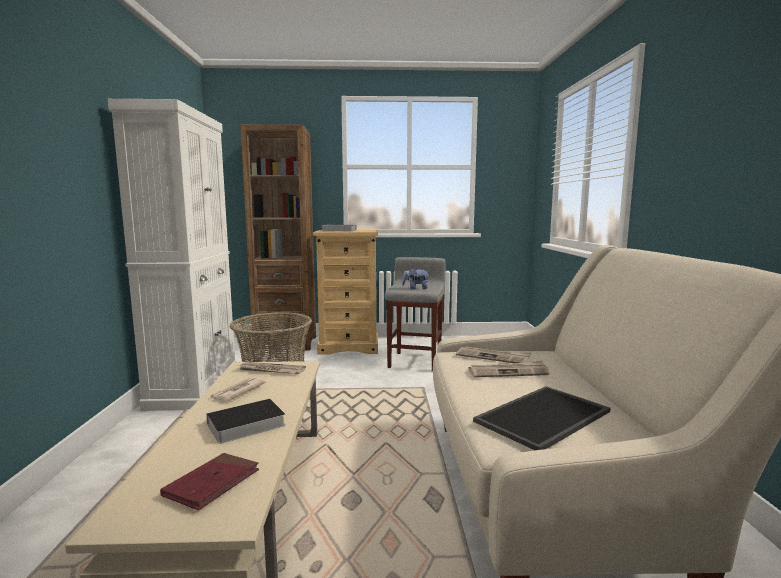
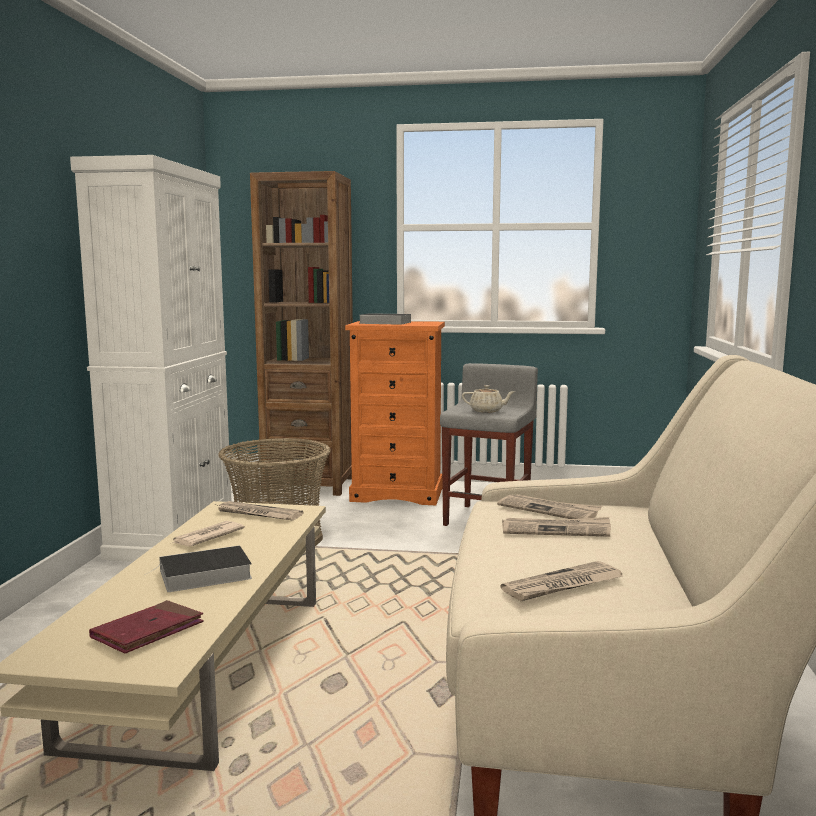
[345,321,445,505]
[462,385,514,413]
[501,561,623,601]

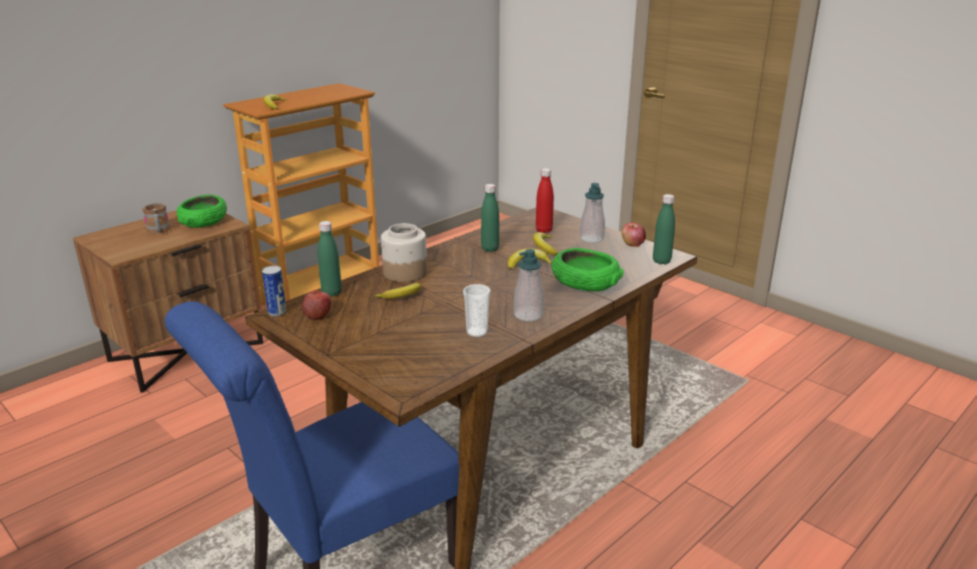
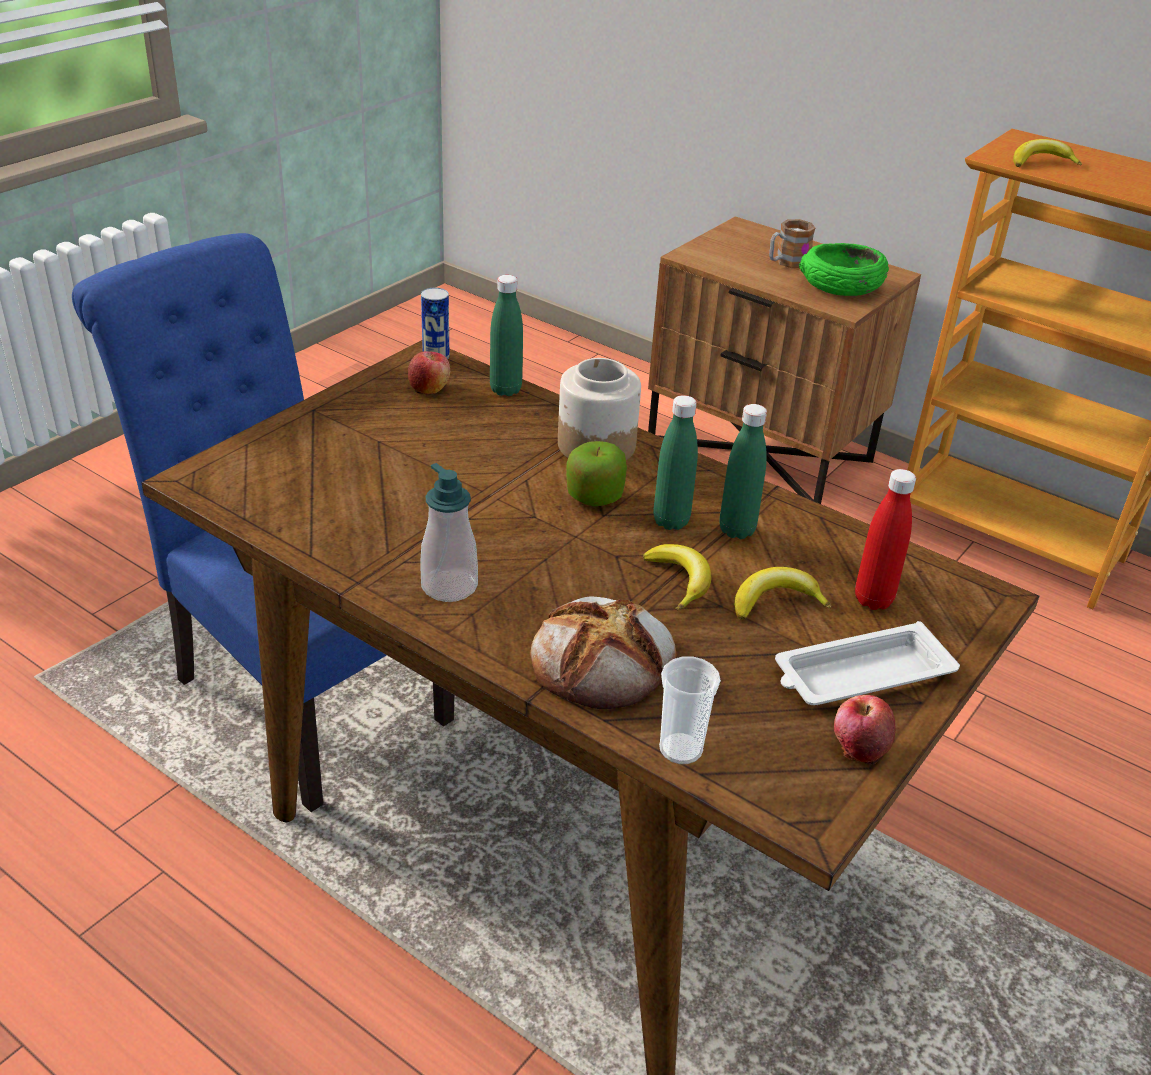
[530,596,676,709]
[566,441,627,506]
[653,395,698,530]
[659,656,721,764]
[775,621,960,705]
[374,283,421,299] (first image)

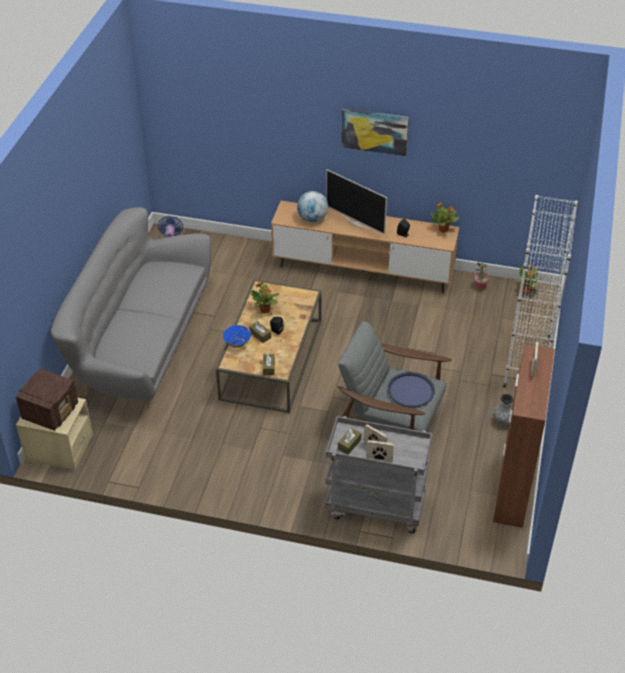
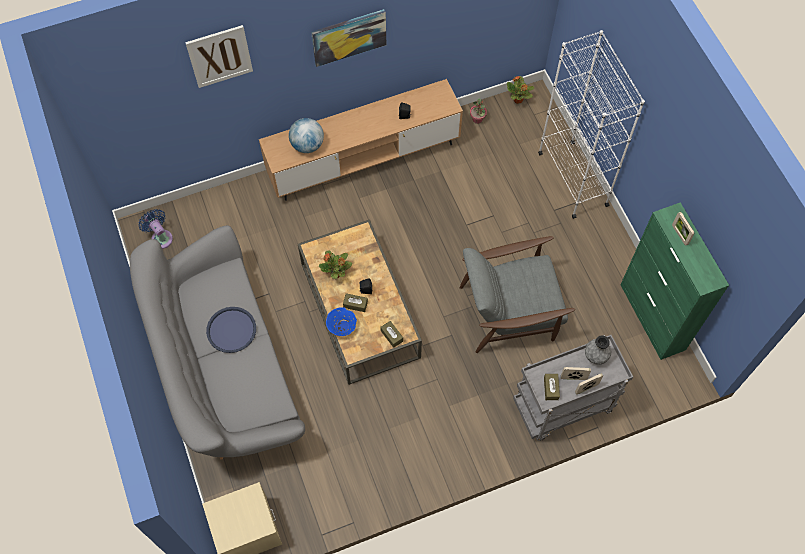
[185,25,253,88]
[206,307,256,353]
[585,335,611,365]
[621,202,729,360]
[16,369,78,431] (first image)
[326,169,387,234] (first image)
[431,203,459,233] (first image)

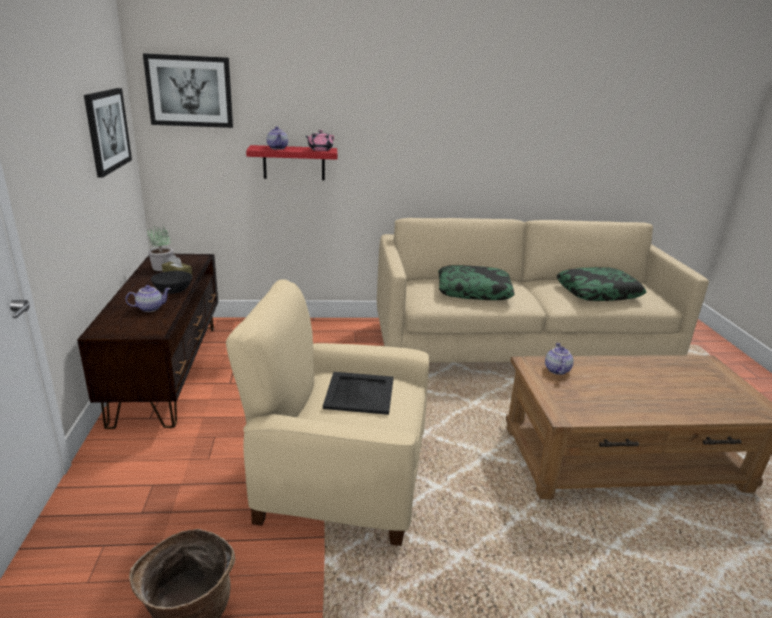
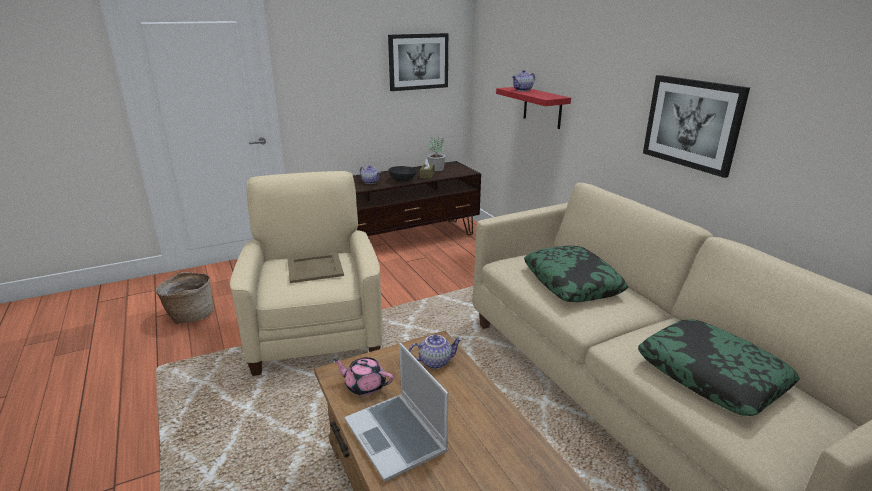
[287,252,344,283]
[333,357,393,396]
[345,343,448,482]
[643,75,750,178]

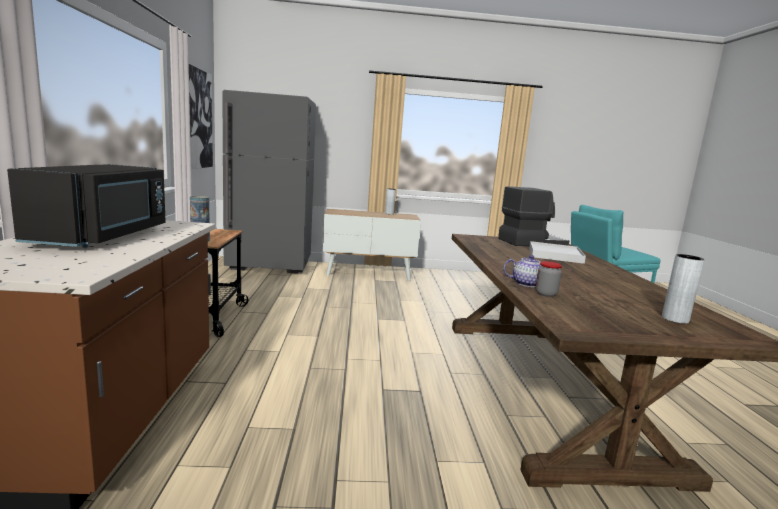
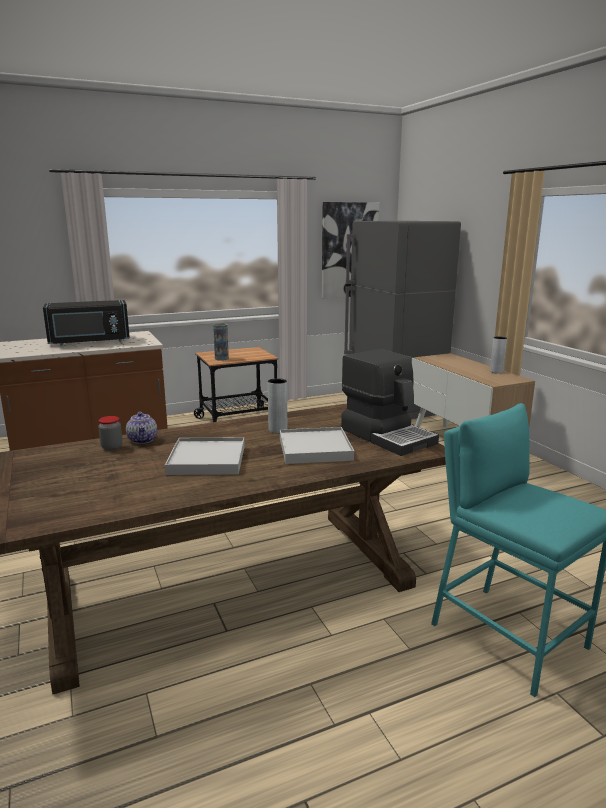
[165,438,245,475]
[268,378,287,433]

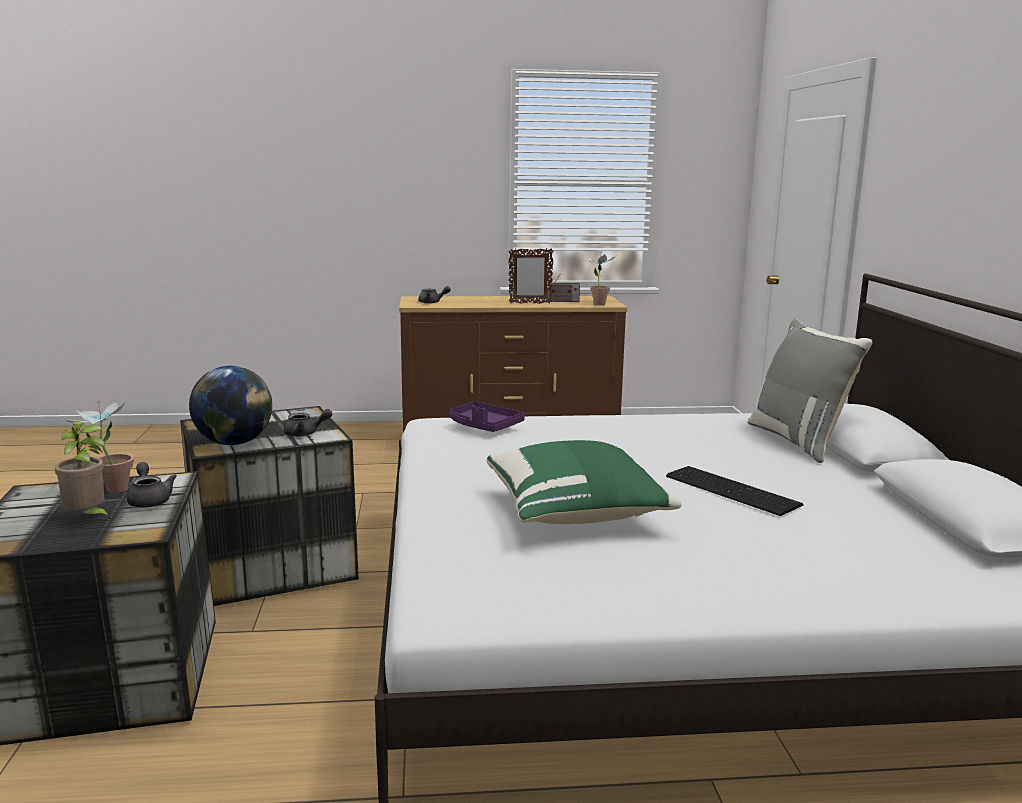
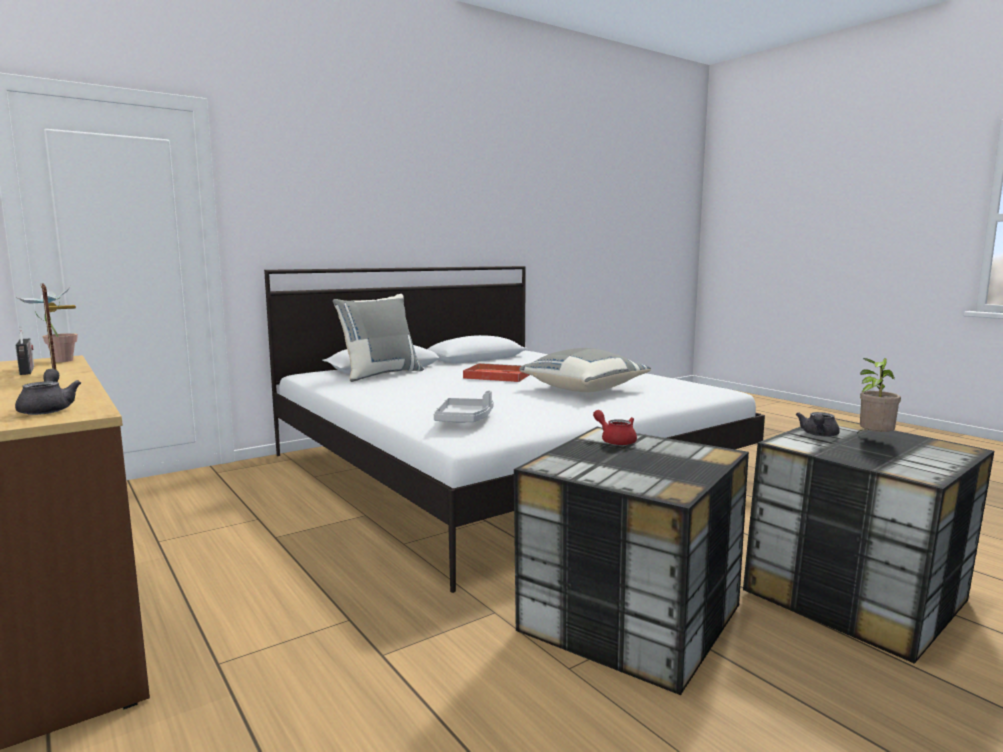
[434,391,494,423]
[463,363,529,382]
[519,348,651,392]
[593,410,637,445]
[63,398,134,493] (first image)
[189,366,272,445] (first image)

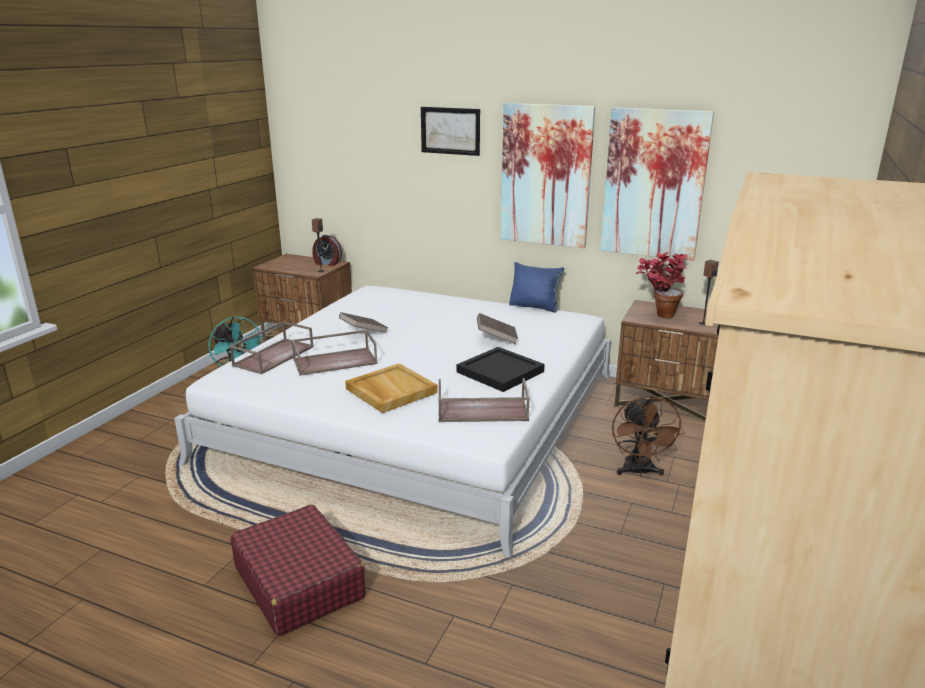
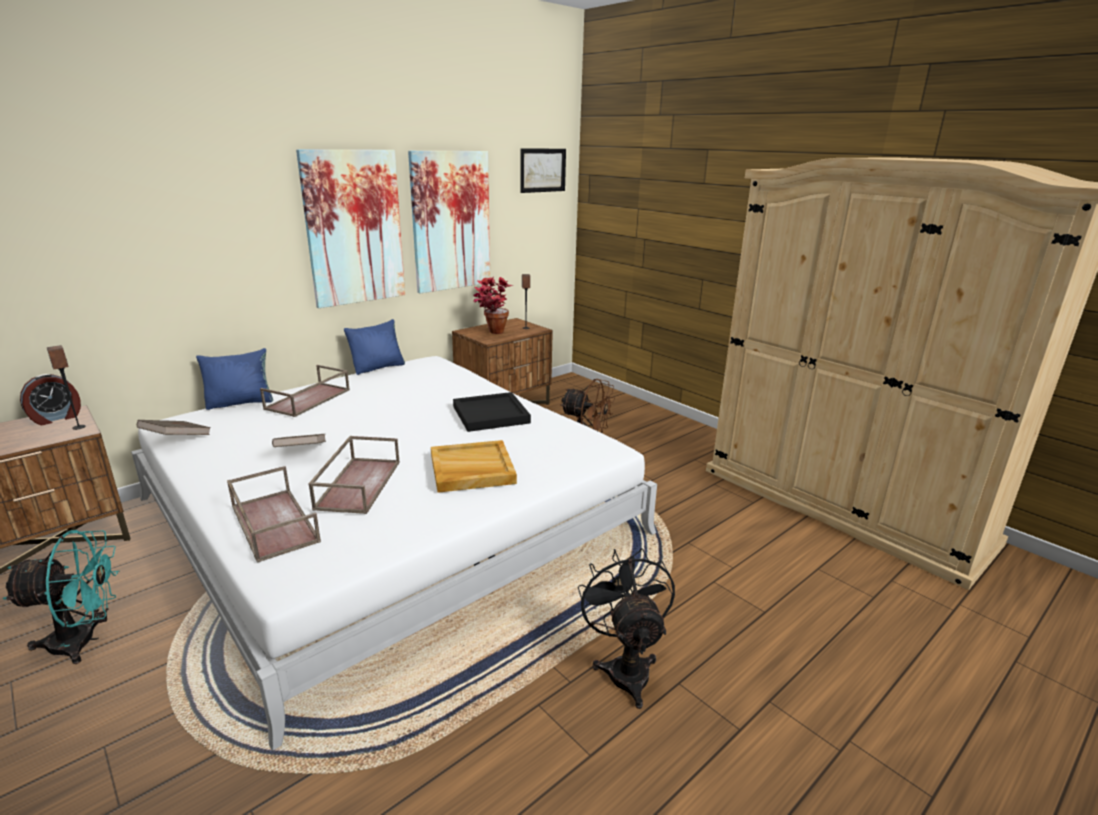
[137,420,211,435]
[196,348,273,410]
[260,365,350,417]
[520,148,566,193]
[578,548,675,709]

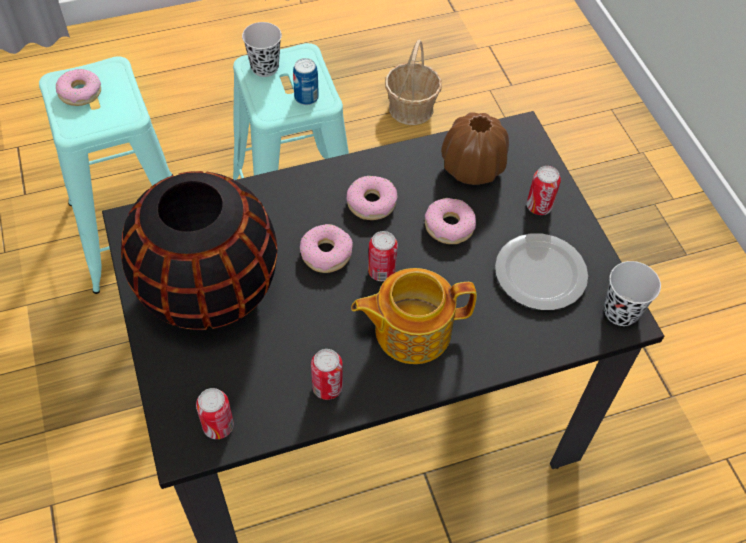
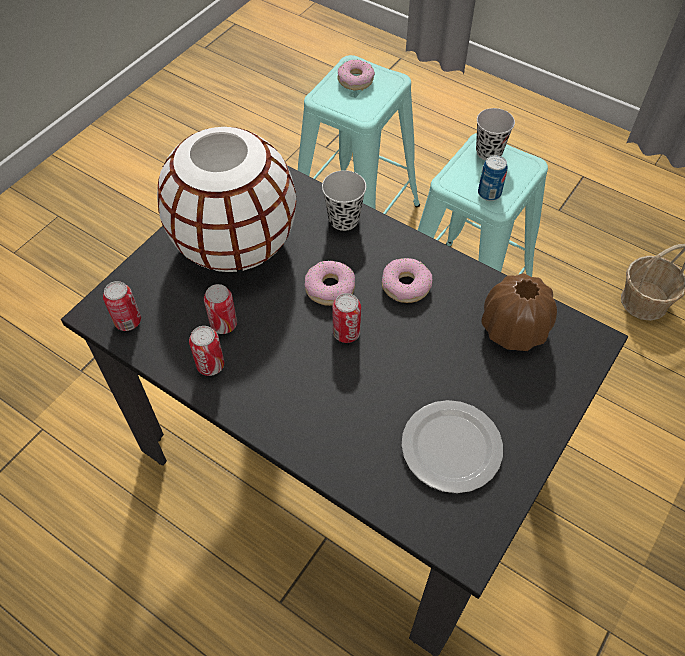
[157,127,296,272]
[204,284,237,334]
[322,170,366,231]
[351,268,477,364] (first image)
[425,198,476,244] (first image)

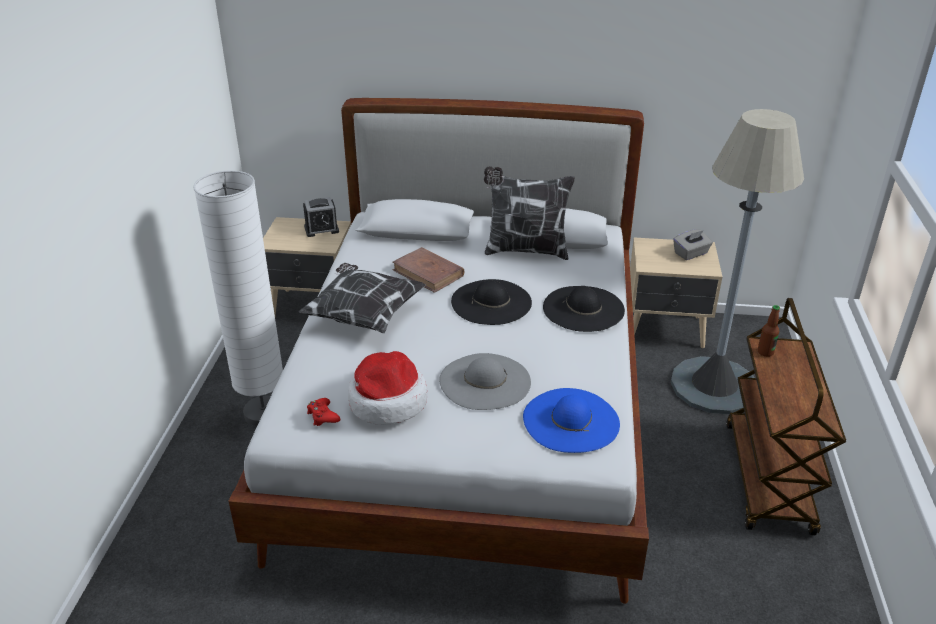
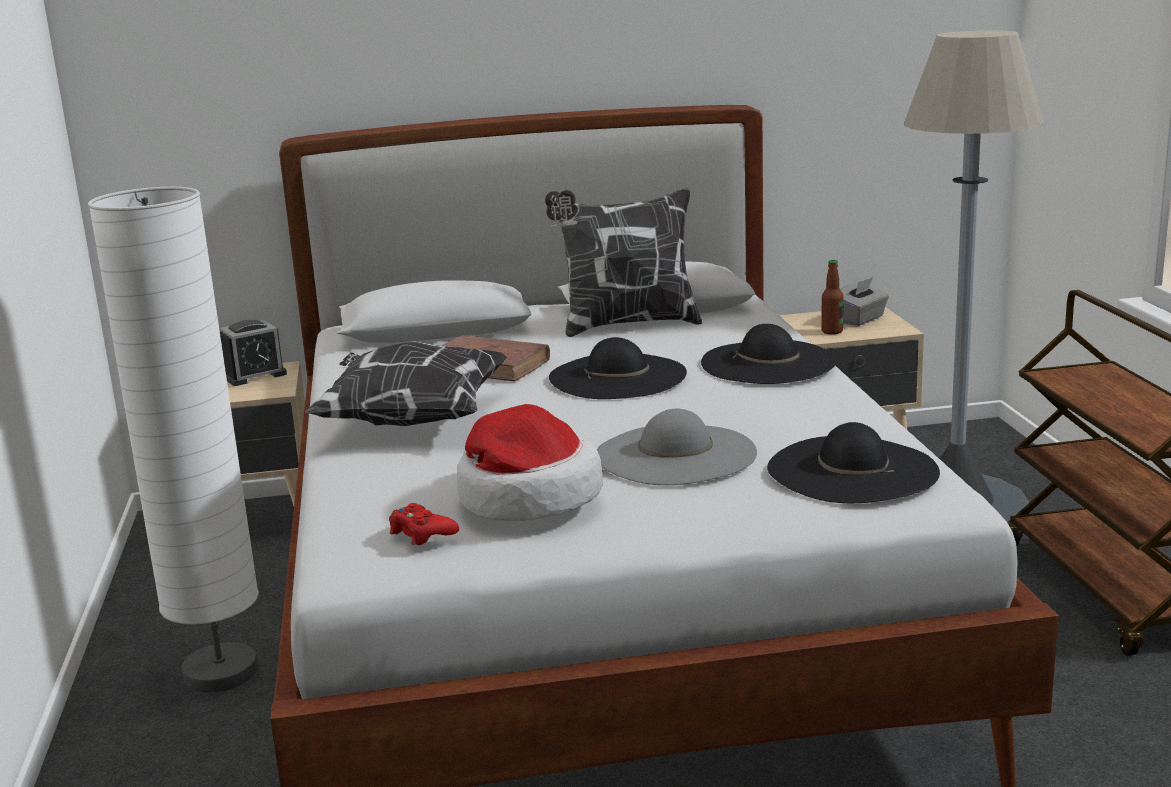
[767,422,940,503]
[821,260,844,335]

